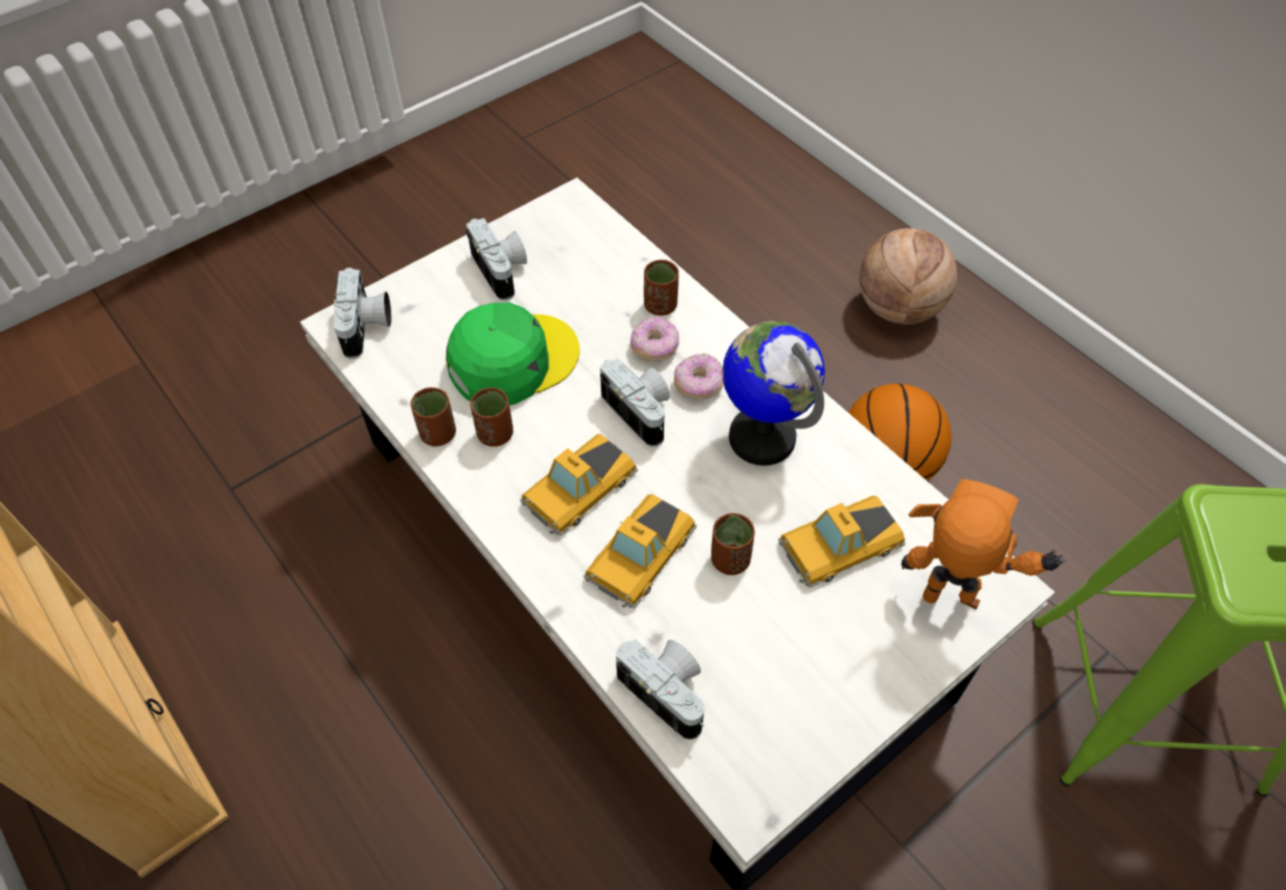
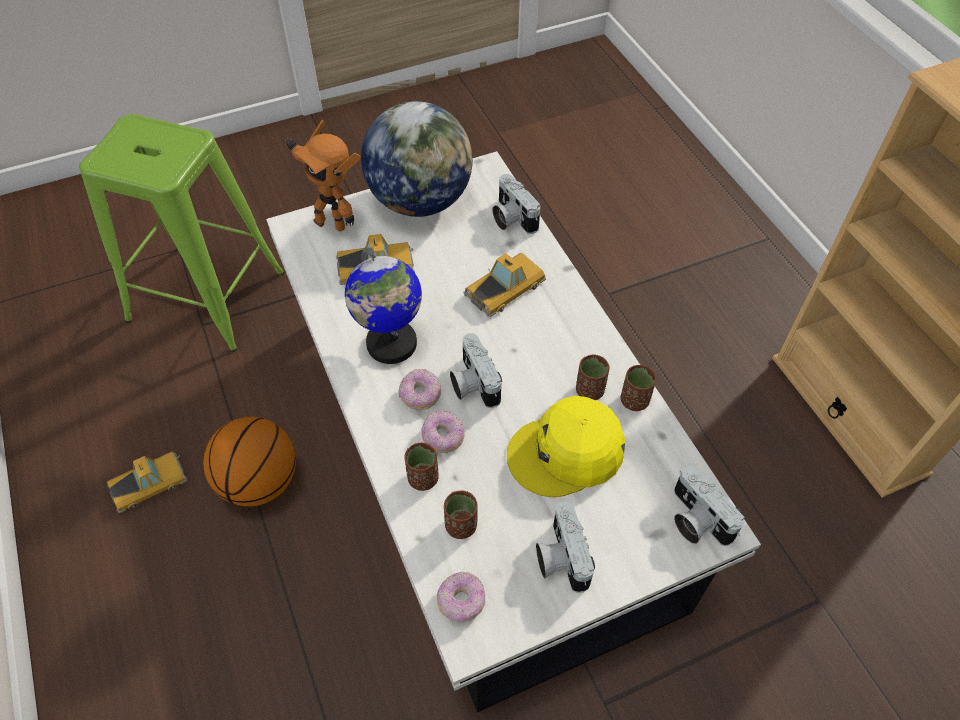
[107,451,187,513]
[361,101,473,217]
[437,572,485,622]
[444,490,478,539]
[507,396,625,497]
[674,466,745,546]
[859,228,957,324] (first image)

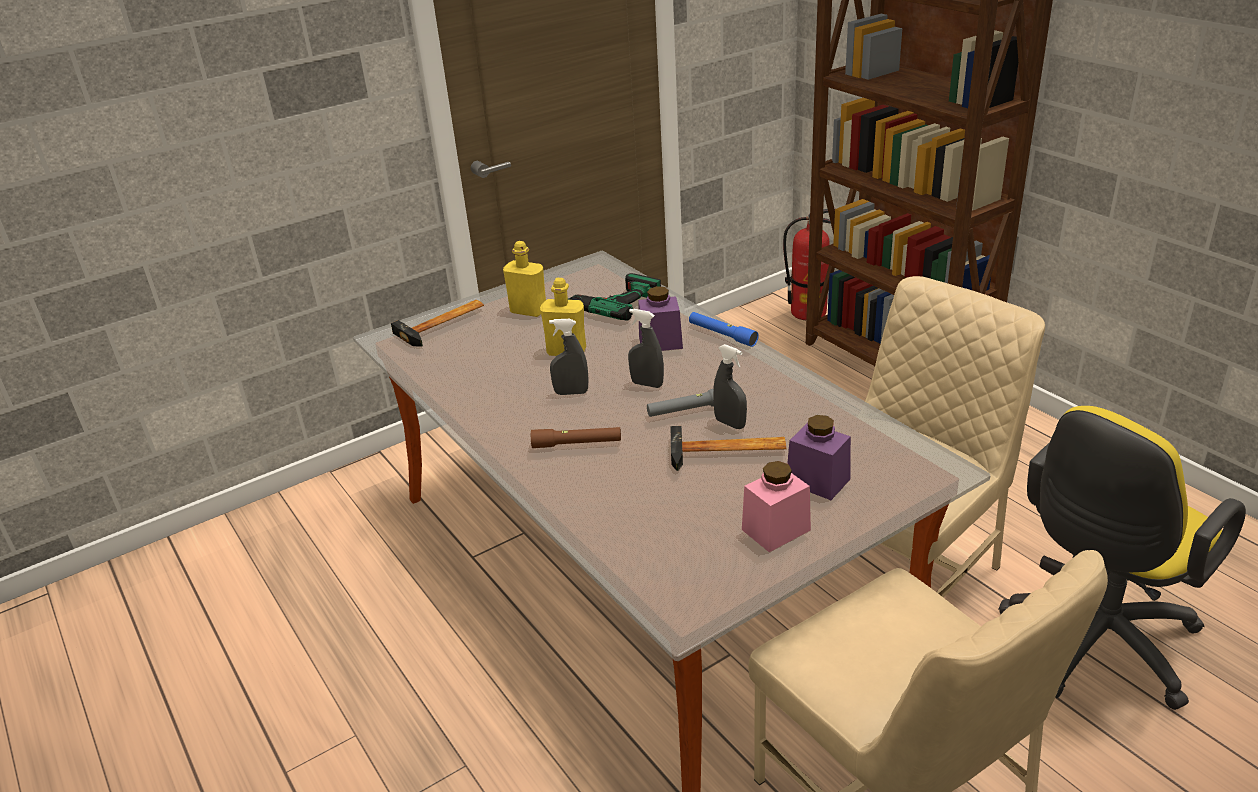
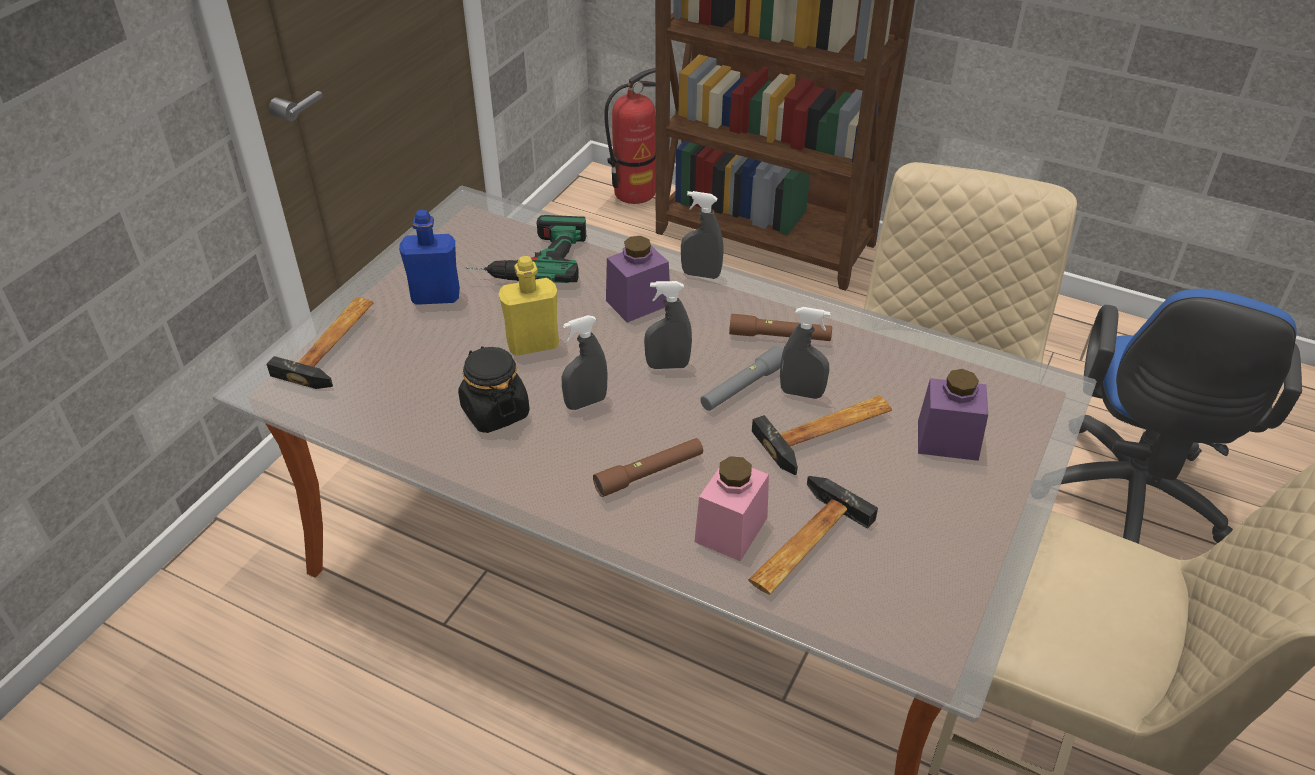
[399,210,460,305]
[458,346,530,433]
[681,191,723,279]
[694,456,769,561]
[729,314,832,341]
[748,476,878,595]
[1061,289,1302,544]

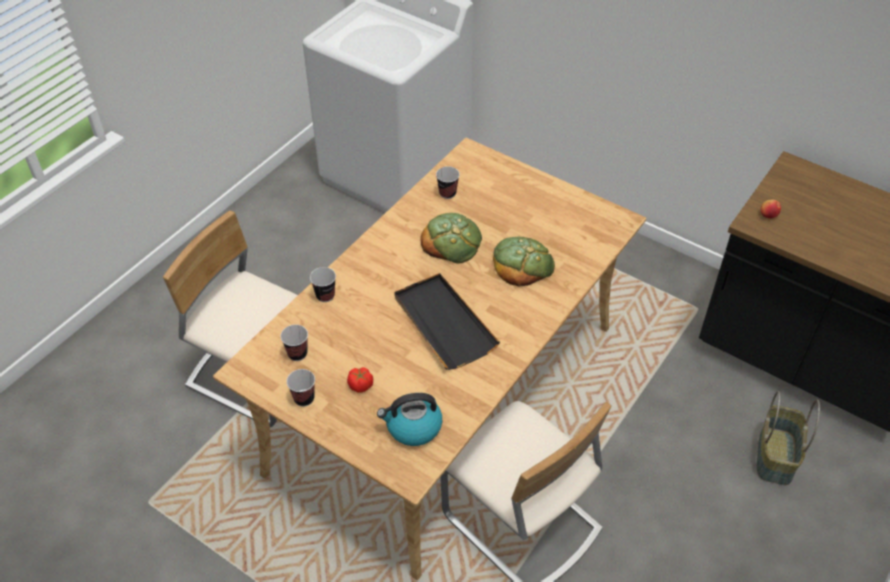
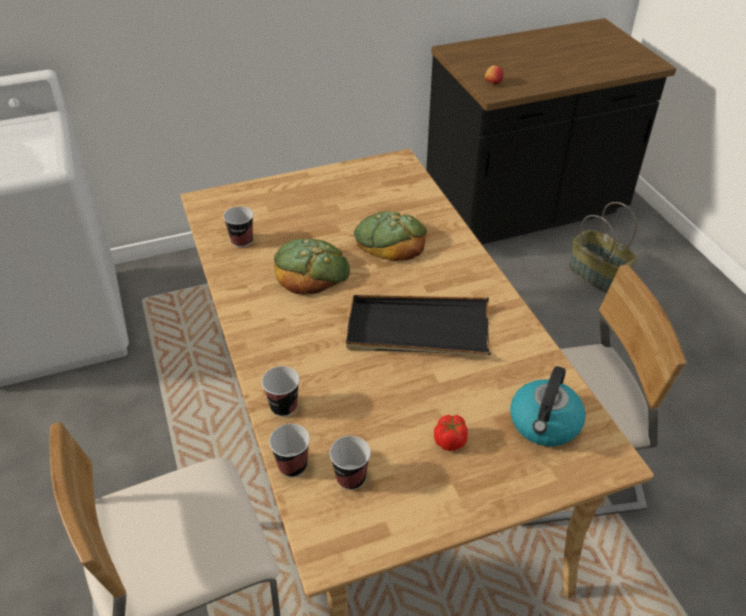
[269,424,310,477]

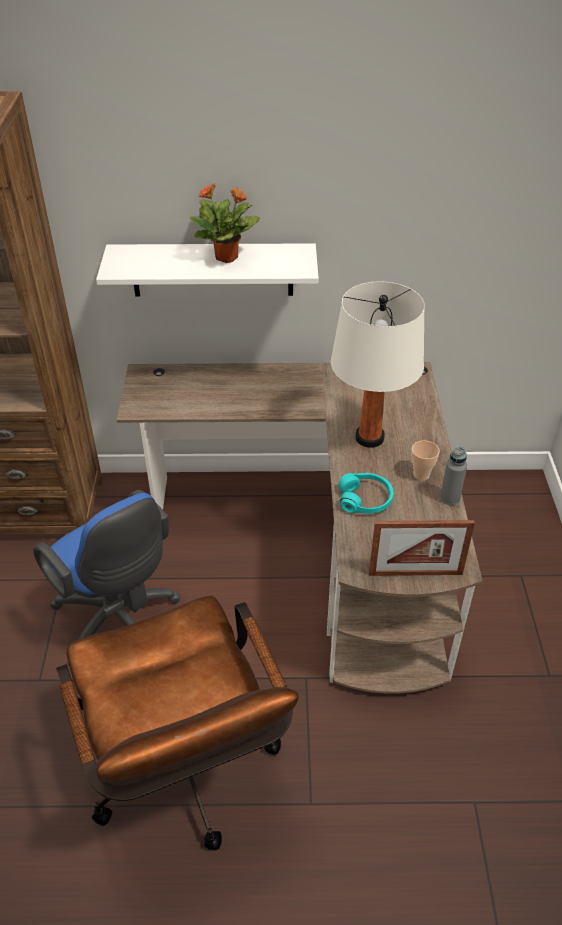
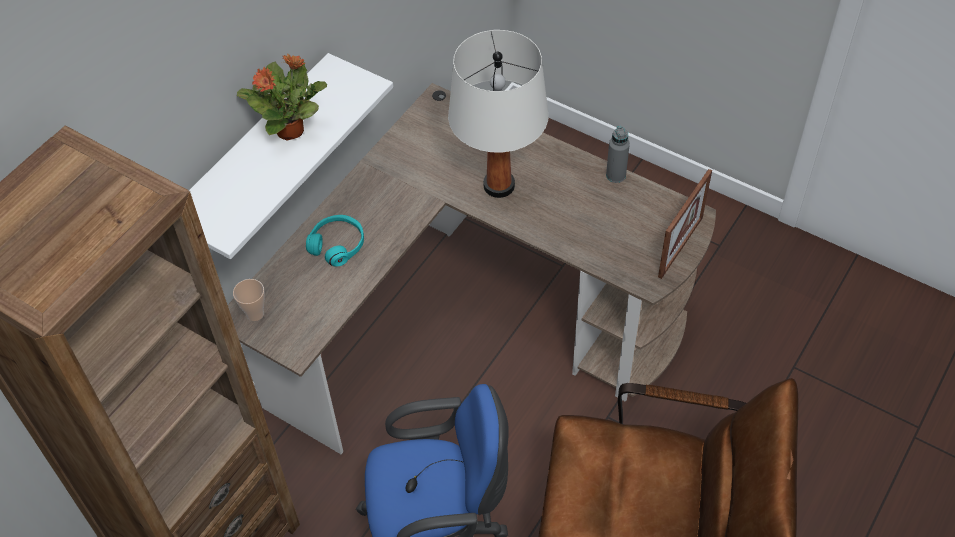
[233,279,265,321]
[306,215,364,267]

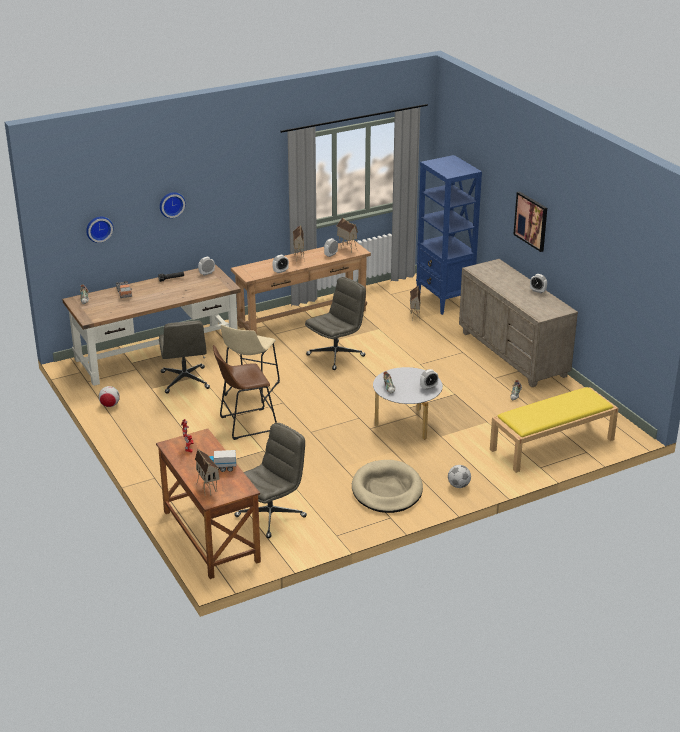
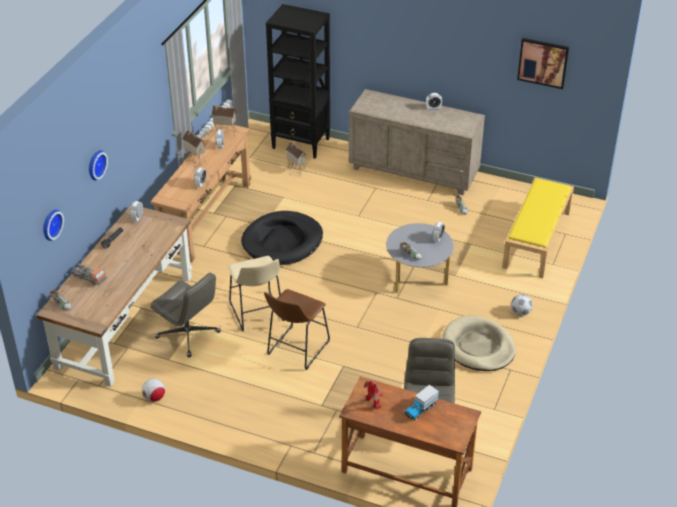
[241,211,323,265]
[266,4,330,159]
[517,38,569,89]
[195,449,220,496] (first image)

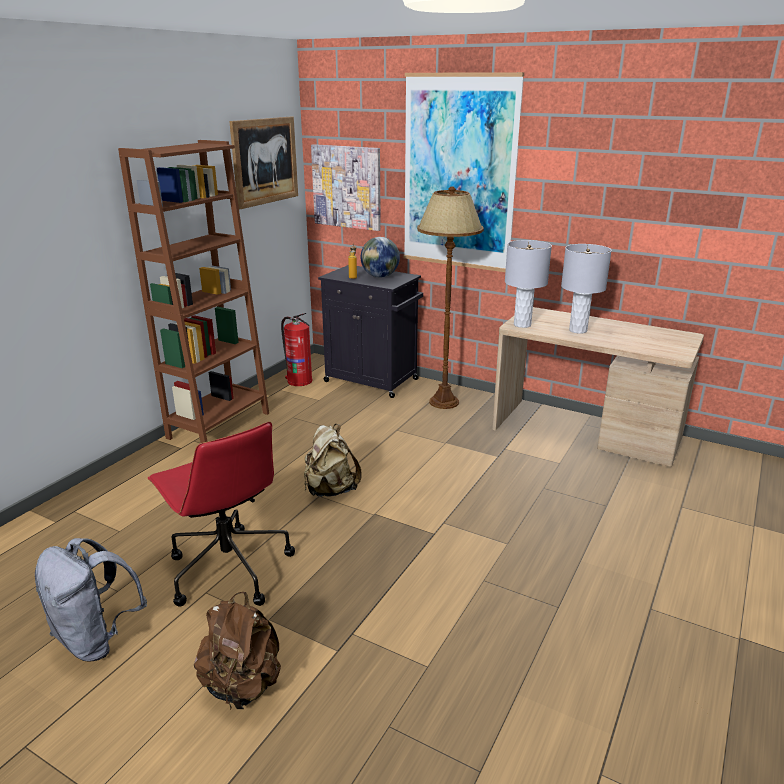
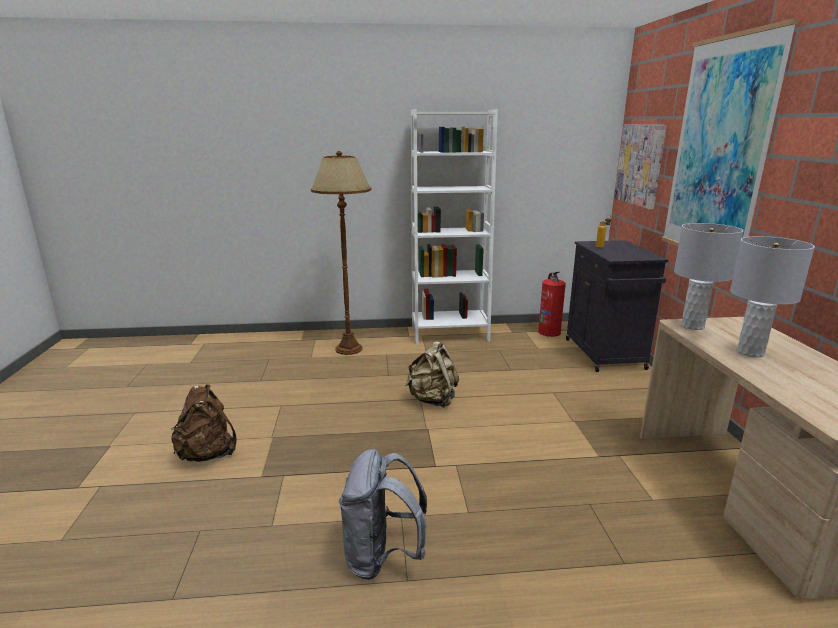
[311,151,371,355]
[339,449,427,580]
[411,109,498,344]
[148,421,295,607] (first image)
[229,117,298,209] (first image)
[360,237,400,277] (first image)

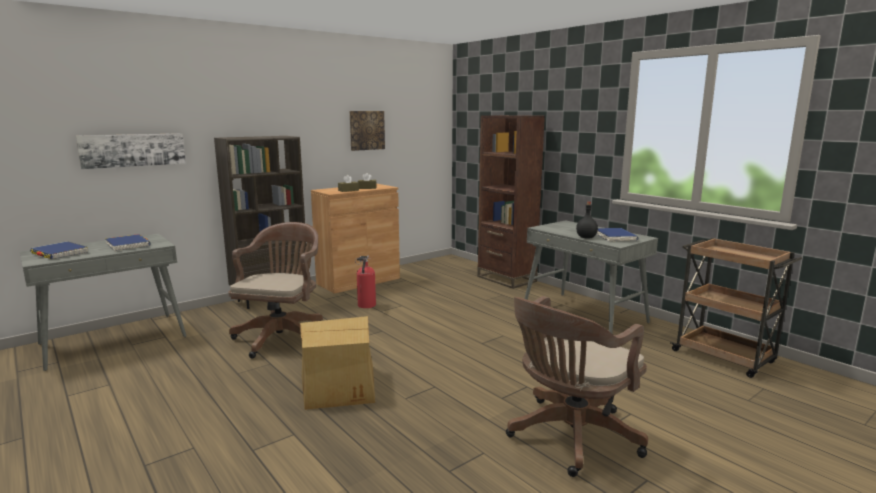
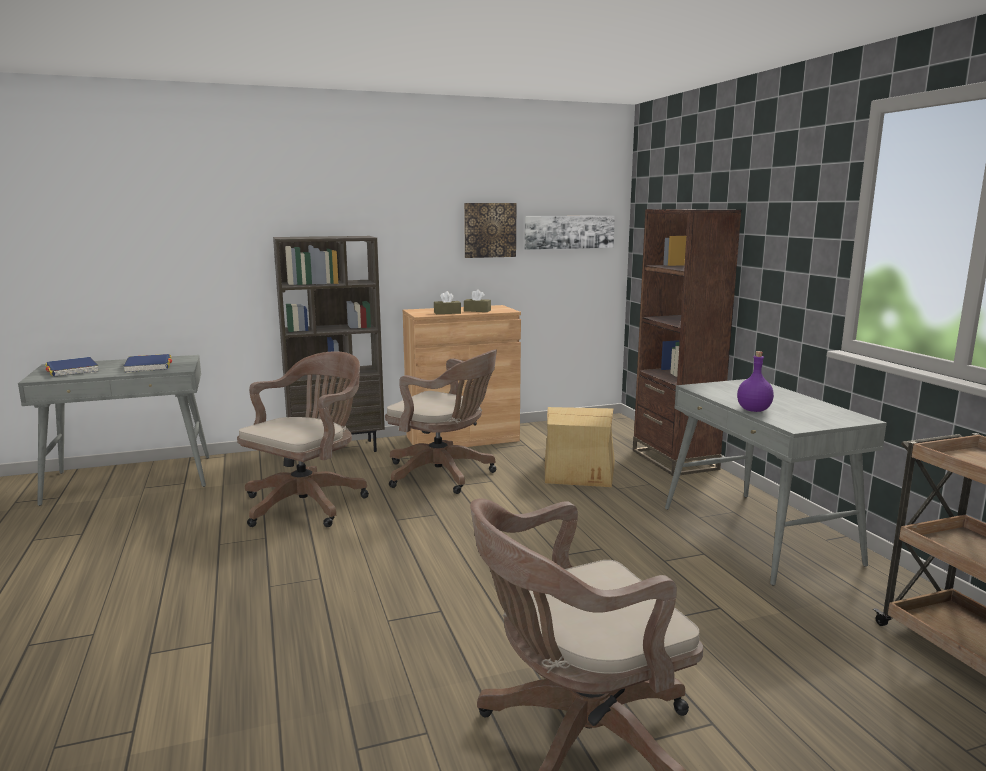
[385,350,497,494]
[524,216,615,250]
[545,407,615,487]
[737,351,774,412]
[596,228,639,242] (first image)

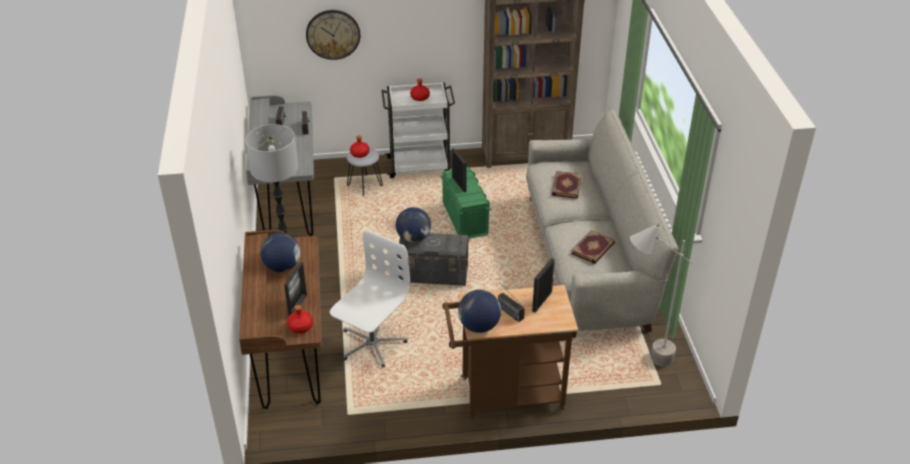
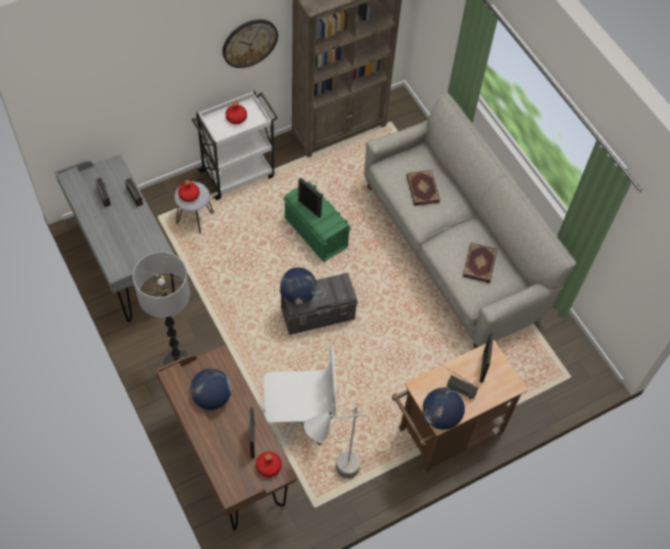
[222,19,278,68]
[263,345,336,446]
[304,405,367,479]

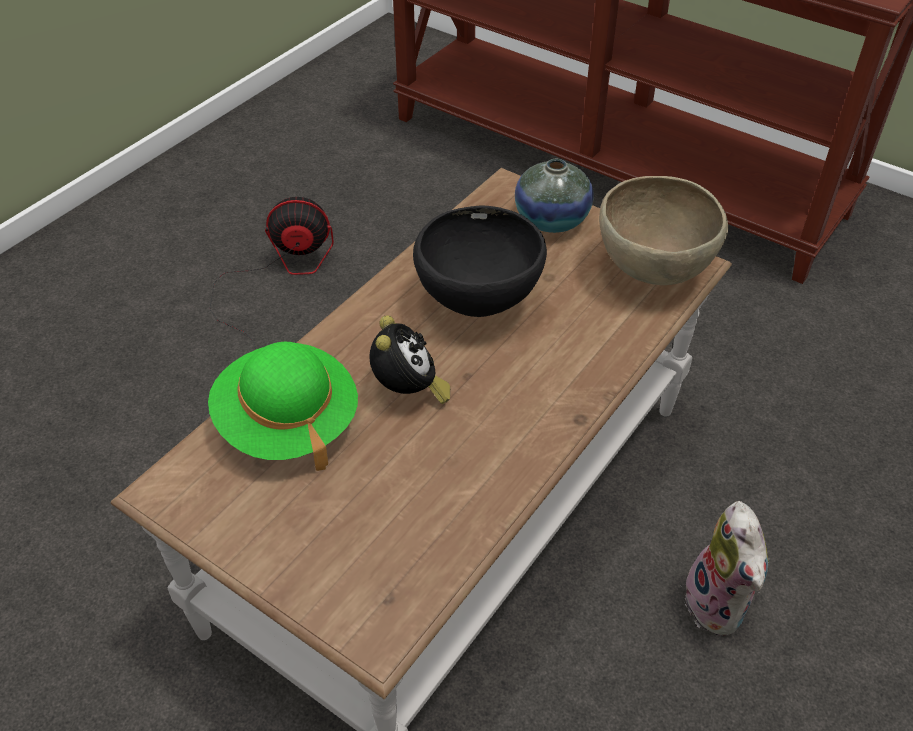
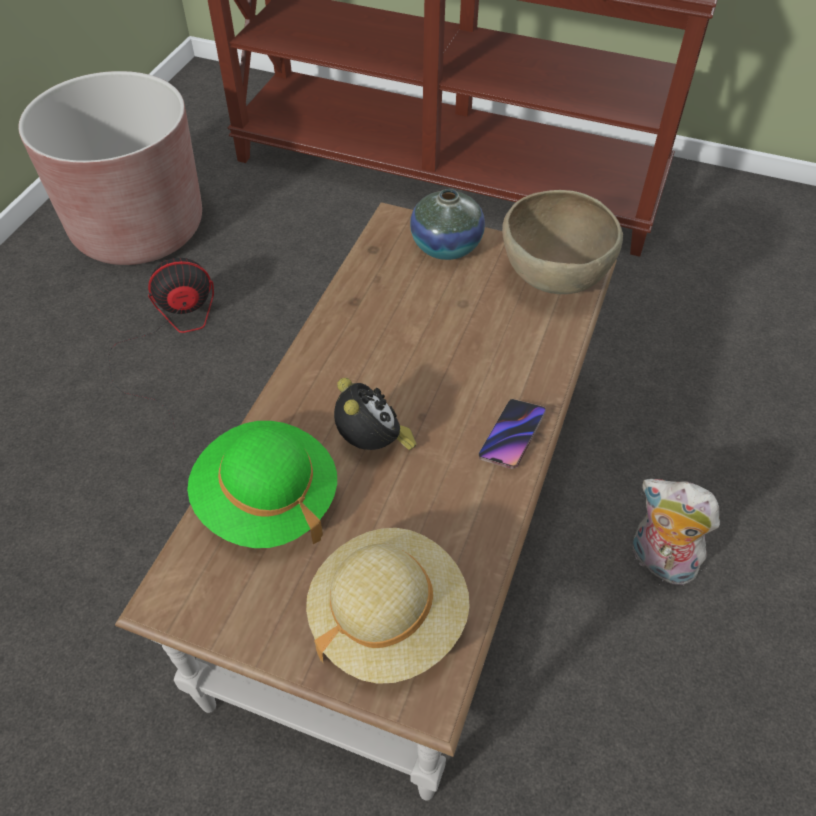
[19,71,202,265]
[306,528,470,684]
[478,399,546,469]
[633,479,720,585]
[413,206,547,317] (first image)

